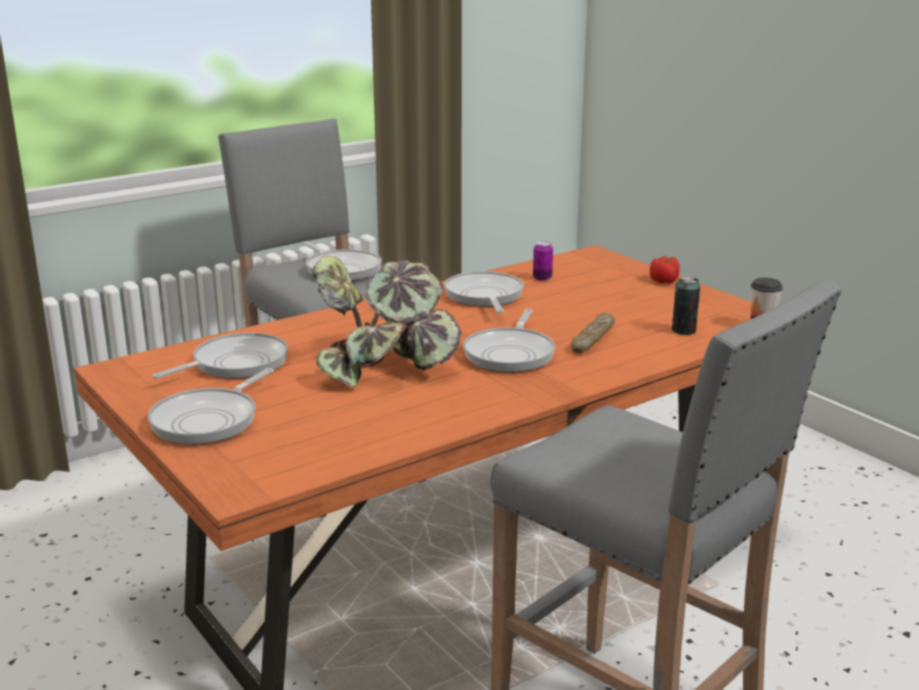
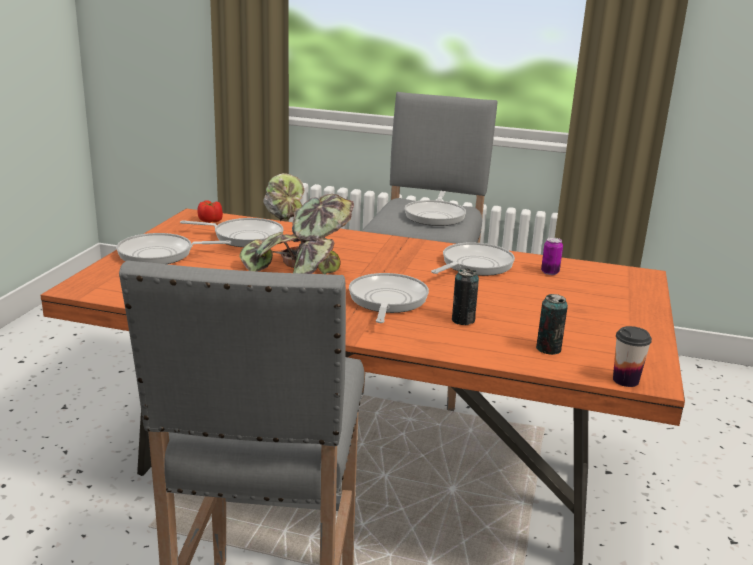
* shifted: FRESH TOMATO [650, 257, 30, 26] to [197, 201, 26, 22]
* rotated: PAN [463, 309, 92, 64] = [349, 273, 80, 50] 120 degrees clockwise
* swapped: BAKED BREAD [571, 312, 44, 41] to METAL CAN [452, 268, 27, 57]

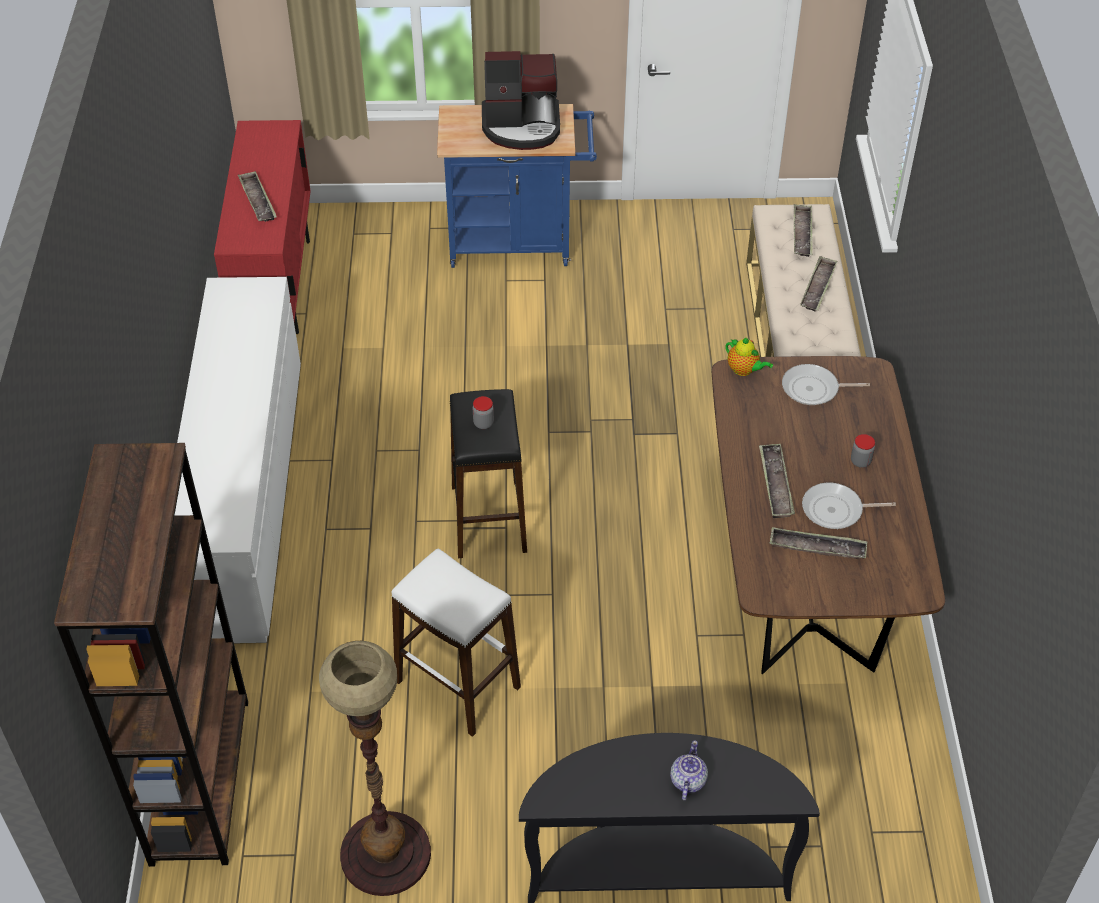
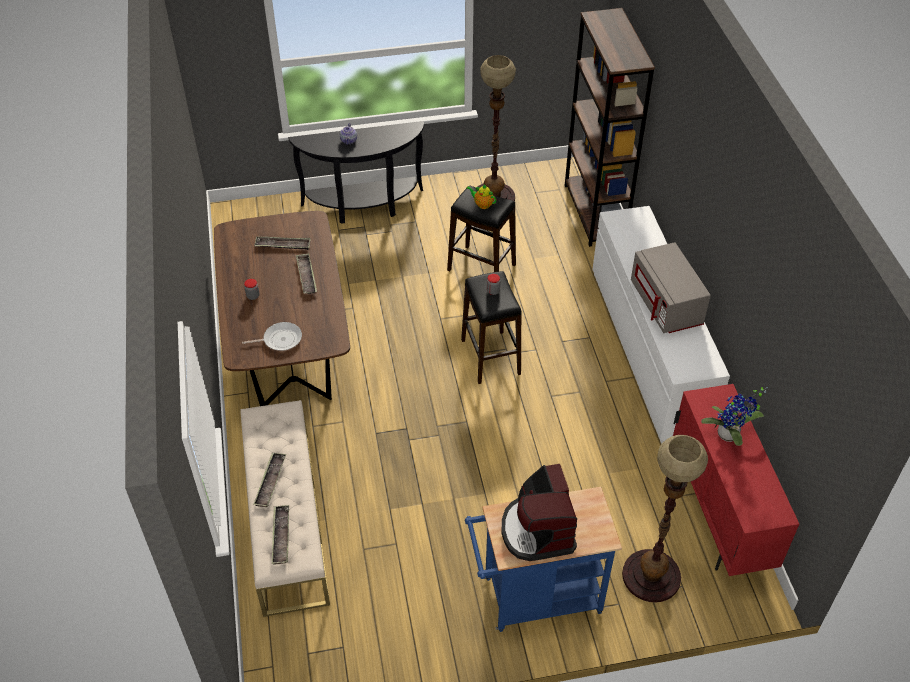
* repainted: WHITISH STOOL SEAT [392, 549, 129, 188] to BLACKISH STOOL SEAT [447, 186, 69, 86]
* shifted: TEAPOT [725, 338, 48, 38] to [467, 184, 29, 25]
* rotated: COFFEE BREWER [482, 51, 78, 99] = [502, 464, 75, 97] 90 degrees counterclockwise
* new: STANDING LAMP [622, 435, 86, 167]
* new: GREYISH MICROWAVE [631, 242, 80, 91]
* swapped: CARRYING TRAY [238, 171, 39, 51] to PLANT IN A POT [701, 387, 67, 59]
* gone: PAN [802, 482, 94, 47]

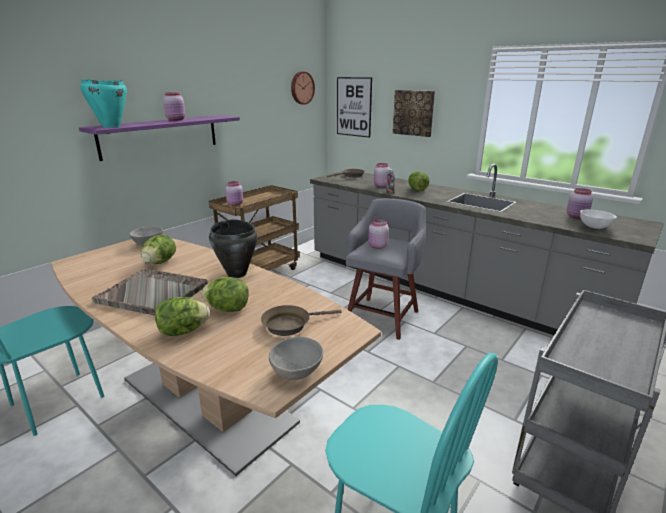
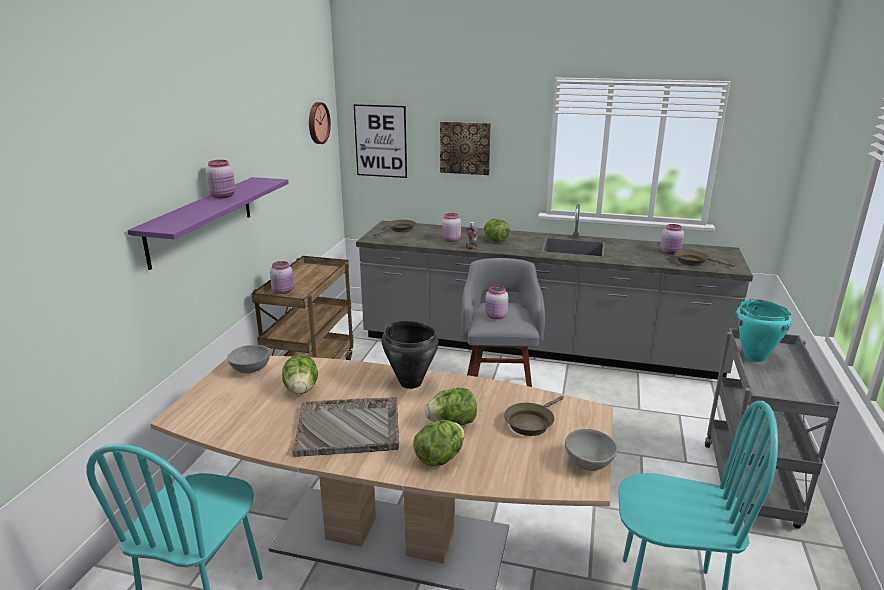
* swapped: WHITISH SERVING BOWL [580, 209, 37, 20] to BROWN-COLOURED PAN [675, 250, 60, 17]
* shifted: TURQUOISE STOCKPOT [80, 79, 47, 49] to [735, 299, 57, 63]

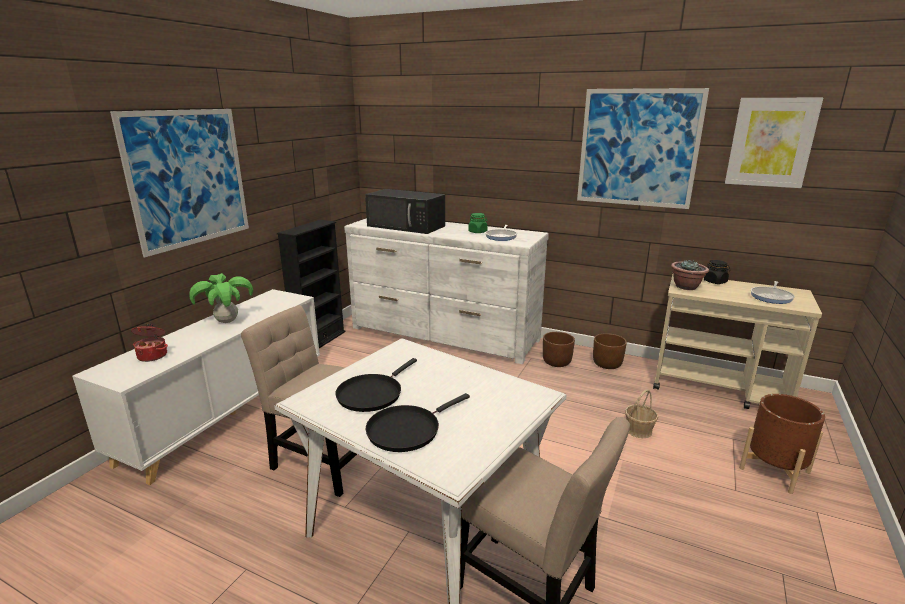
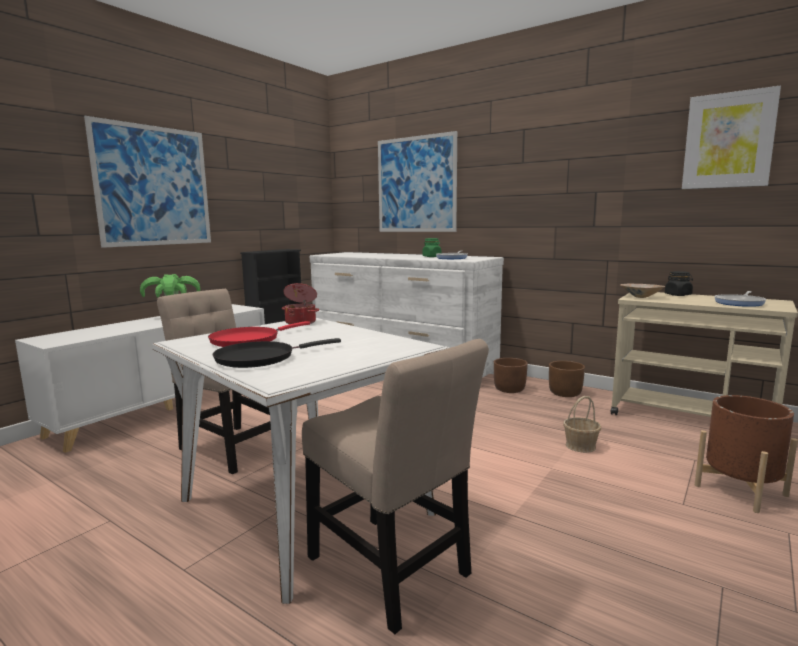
* repainted: BLACKISH PAN [335, 358, 82, 54] to RED PAN [208, 321, 102, 26]
* shifted: STOCKPOT [131, 324, 37, 38] to [282, 283, 37, 41]
* shifted: PICTURE [577, 88, 132, 121] to [378, 131, 79, 101]
* swapped: PLANT IN A POT [671, 260, 38, 30] to BEIGE SERVING BOWL [620, 284, 45, 14]
* gone: BLACKISH MICROWAVE [365, 189, 80, 45]

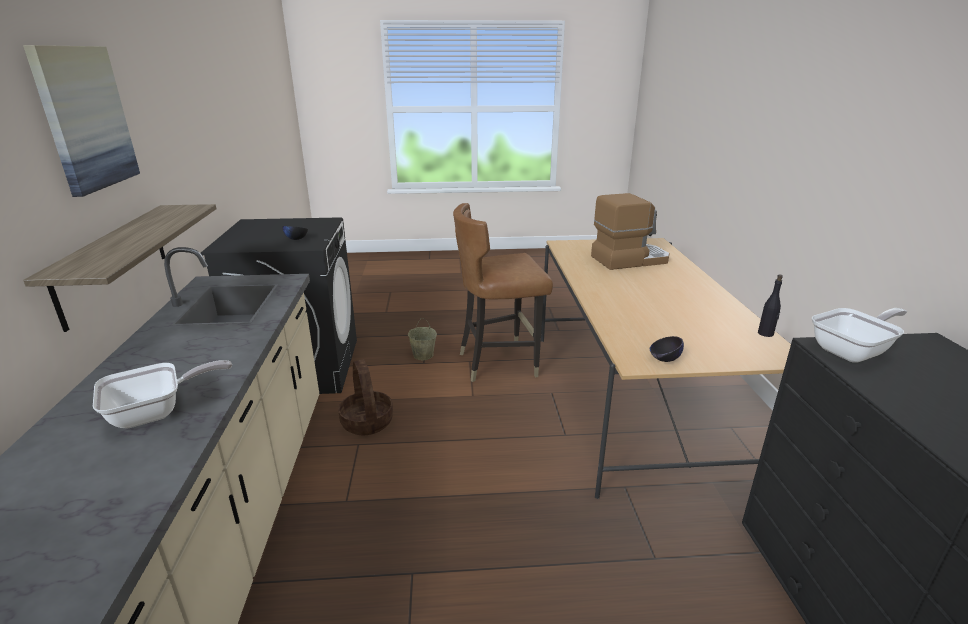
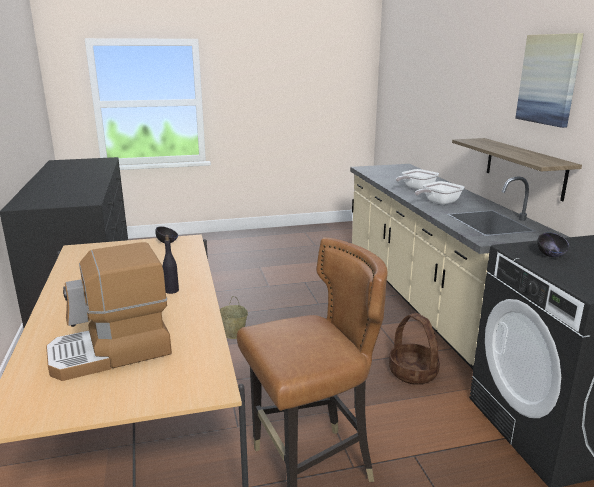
* shifted: BLACKISH DRINK BOTTLE [758, 274, 25, 63] to [163, 235, 16, 59]
* shifted: BEIGE BUCKET [408, 318, 29, 42] to [220, 296, 28, 43]
* shifted: PAN [812, 308, 95, 55] to [415, 181, 49, 24]

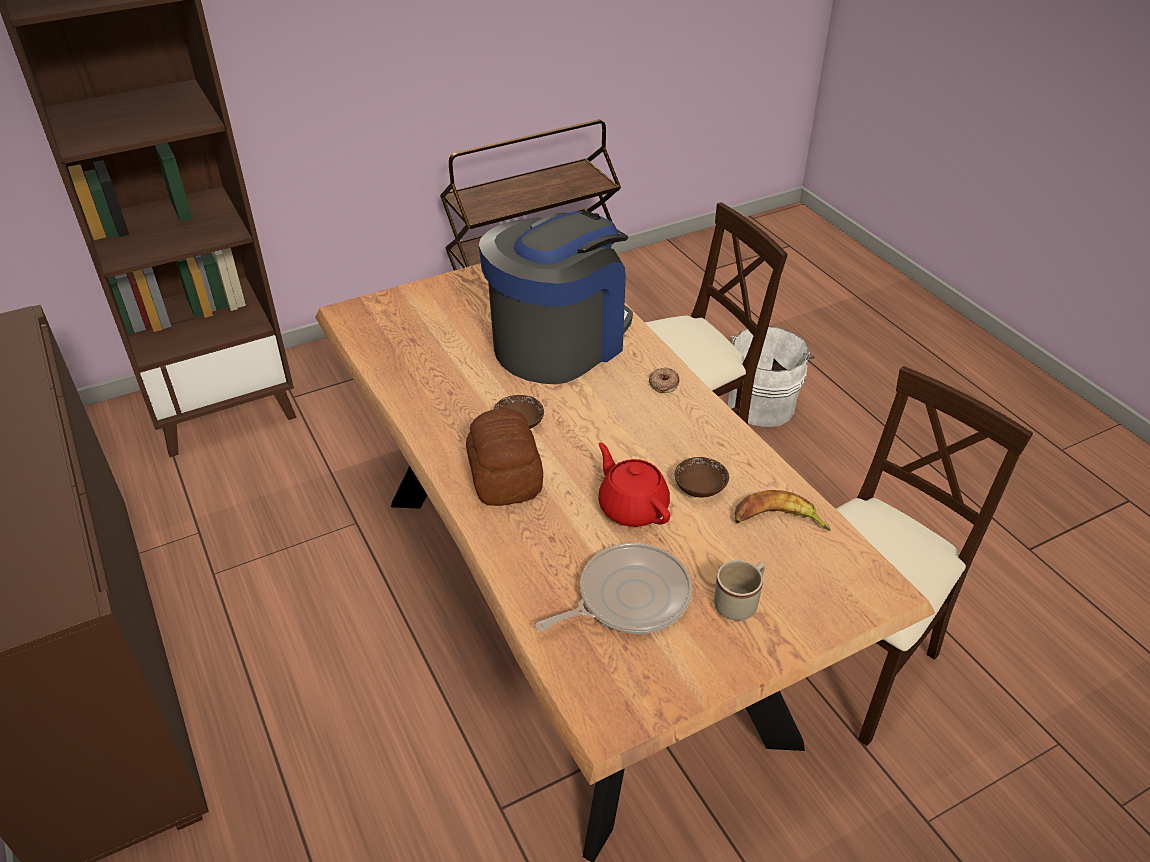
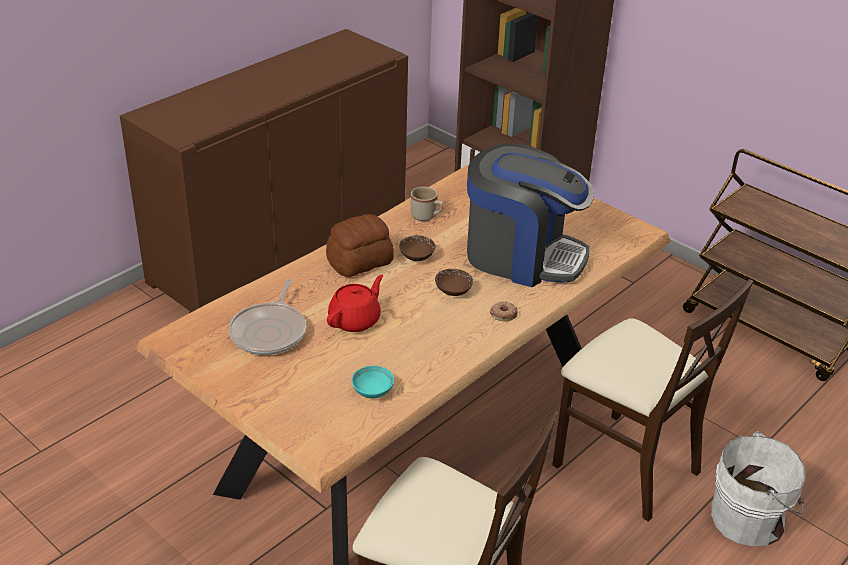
* rotated: PAN [535, 543, 157, 91] = [229, 279, 77, 76] 60 degrees clockwise
* swapped: WHOLE BANANA [735, 490, 96, 41] to TURQUOISE SERVING BOWL [351, 365, 43, 33]
* shifted: BEIGE TEA MUG [714, 560, 51, 61] to [411, 187, 32, 34]
* shifted: BROWN-COLOURED SERVING BOWL [675, 457, 54, 40] to [435, 269, 38, 27]

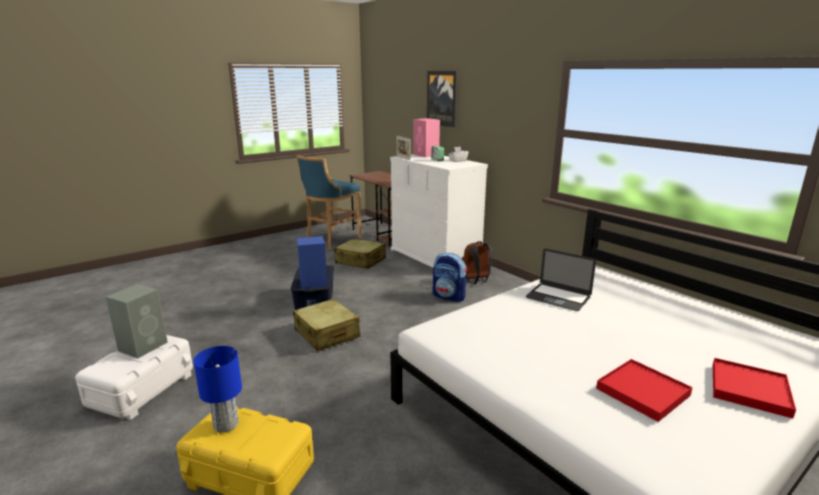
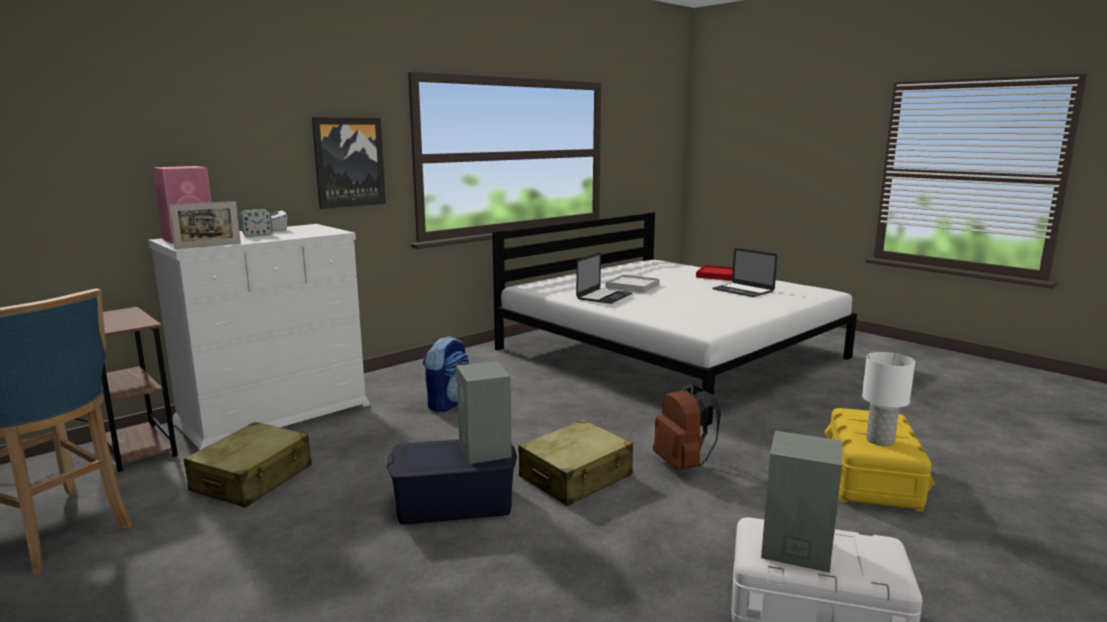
* shifted: PICTURE [427, 71, 30, 56] to [312, 117, 74, 92]
* repainted: BLUISH AUDIO SPEAKER [297, 236, 30, 53] to GREYISH AUDIO SPEAKER [456, 361, 56, 103]
* new: WHITISH CARRYING TRAY [606, 275, 53, 18]
* shifted: BROWN-COLOURED BACKPACK [462, 241, 31, 43] to [653, 384, 68, 86]
* swapped: RED CARRYING TRAY [596, 359, 97, 63] to PORTABLE COMPUTER [712, 248, 65, 49]
* repainted: BLUISH LAMP FOR A TABLE [193, 346, 49, 87] to WHITISH LAMP FOR A TABLE [862, 352, 53, 94]

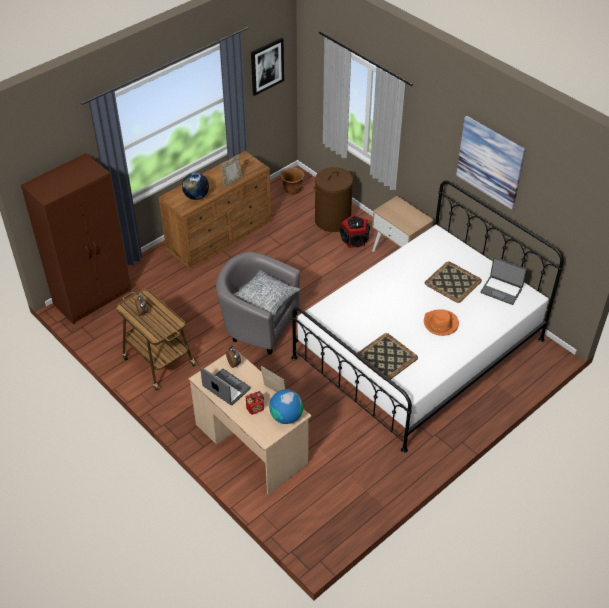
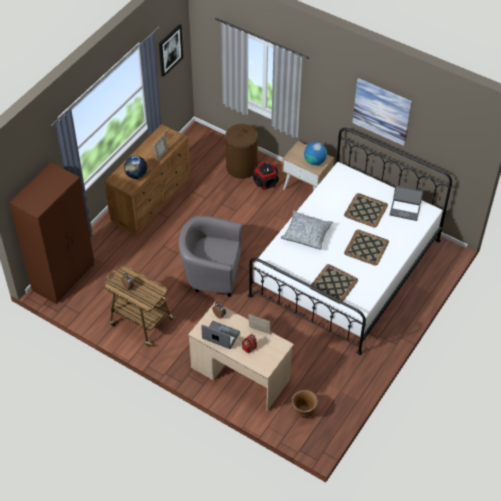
* shifted: PILLOW [233, 270, 67, 46] to [281, 211, 52, 39]
* shifted: BROWN-COLOURED FLOWER POT [280, 168, 24, 27] to [292, 390, 26, 28]
* shifted: DESK GLOBE [269, 389, 34, 35] to [304, 142, 23, 23]
* swapped: ORANGEY HAT [424, 309, 35, 27] to CARRYING TRAY [344, 230, 45, 36]

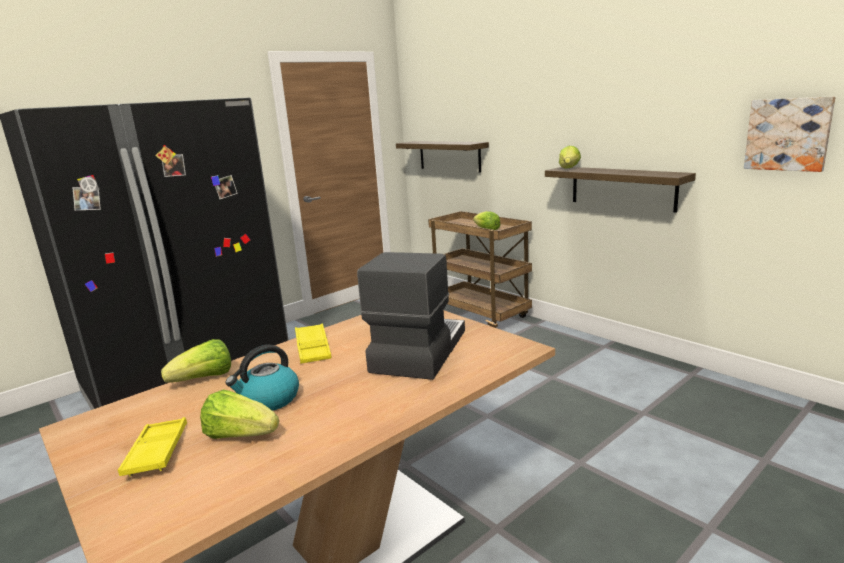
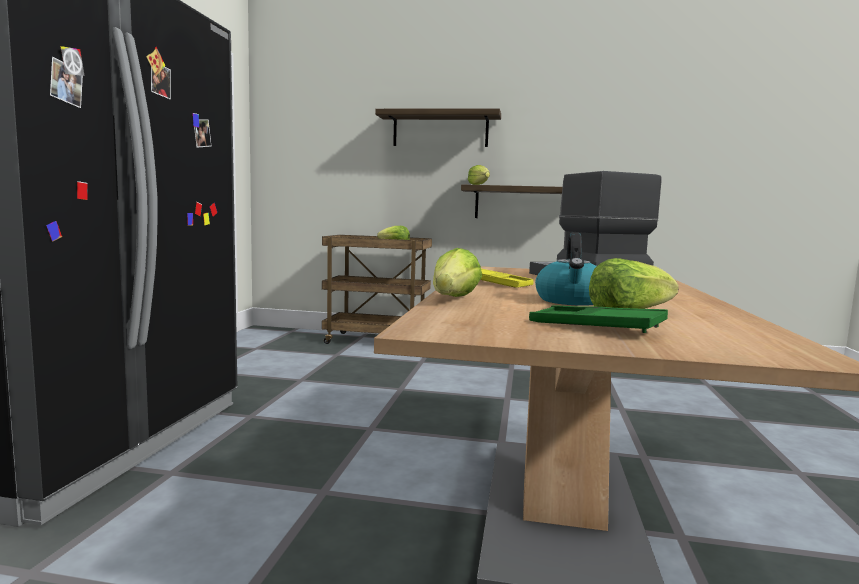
* shifted: WALL SHELF [396, 141, 93, 32] to [375, 109, 126, 38]
* repainted: YELLOWISH CARRYING TRAY [118, 417, 69, 60] to GREEN-COLOURED CARRYING TRAY [529, 305, 139, 28]
* gone: PICTURE [744, 96, 92, 76]

